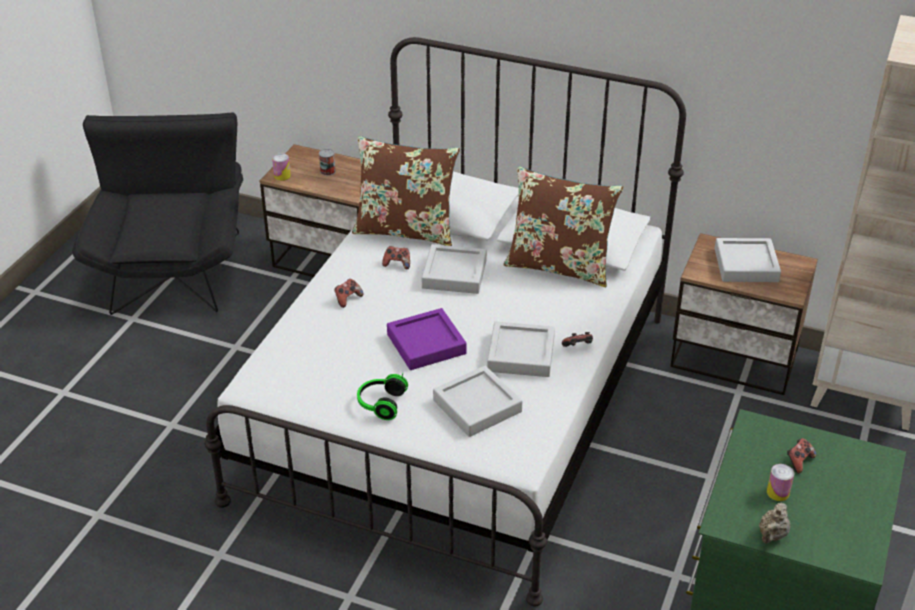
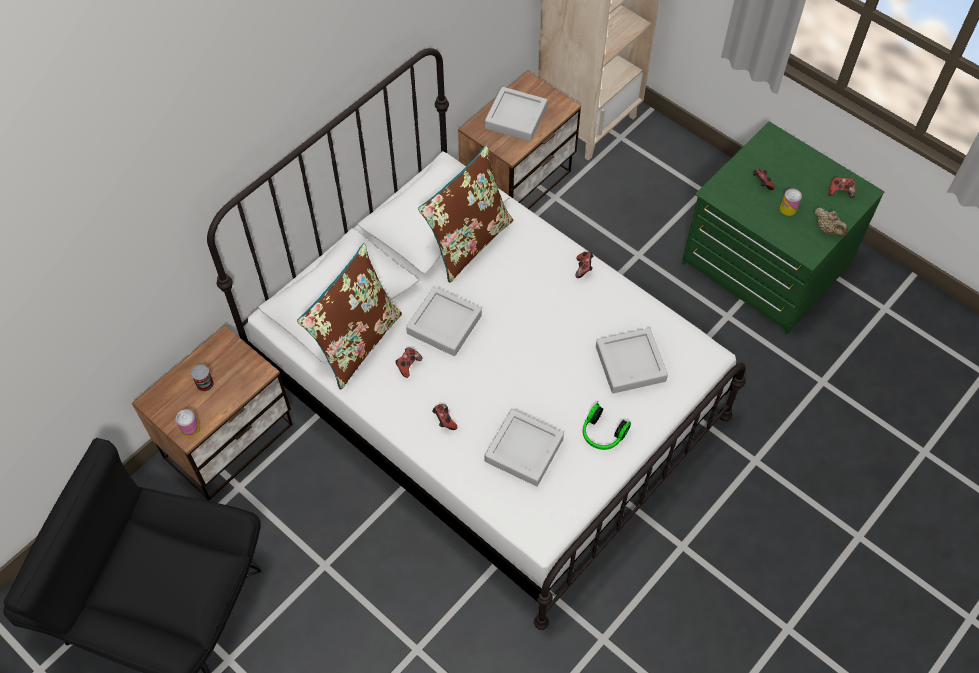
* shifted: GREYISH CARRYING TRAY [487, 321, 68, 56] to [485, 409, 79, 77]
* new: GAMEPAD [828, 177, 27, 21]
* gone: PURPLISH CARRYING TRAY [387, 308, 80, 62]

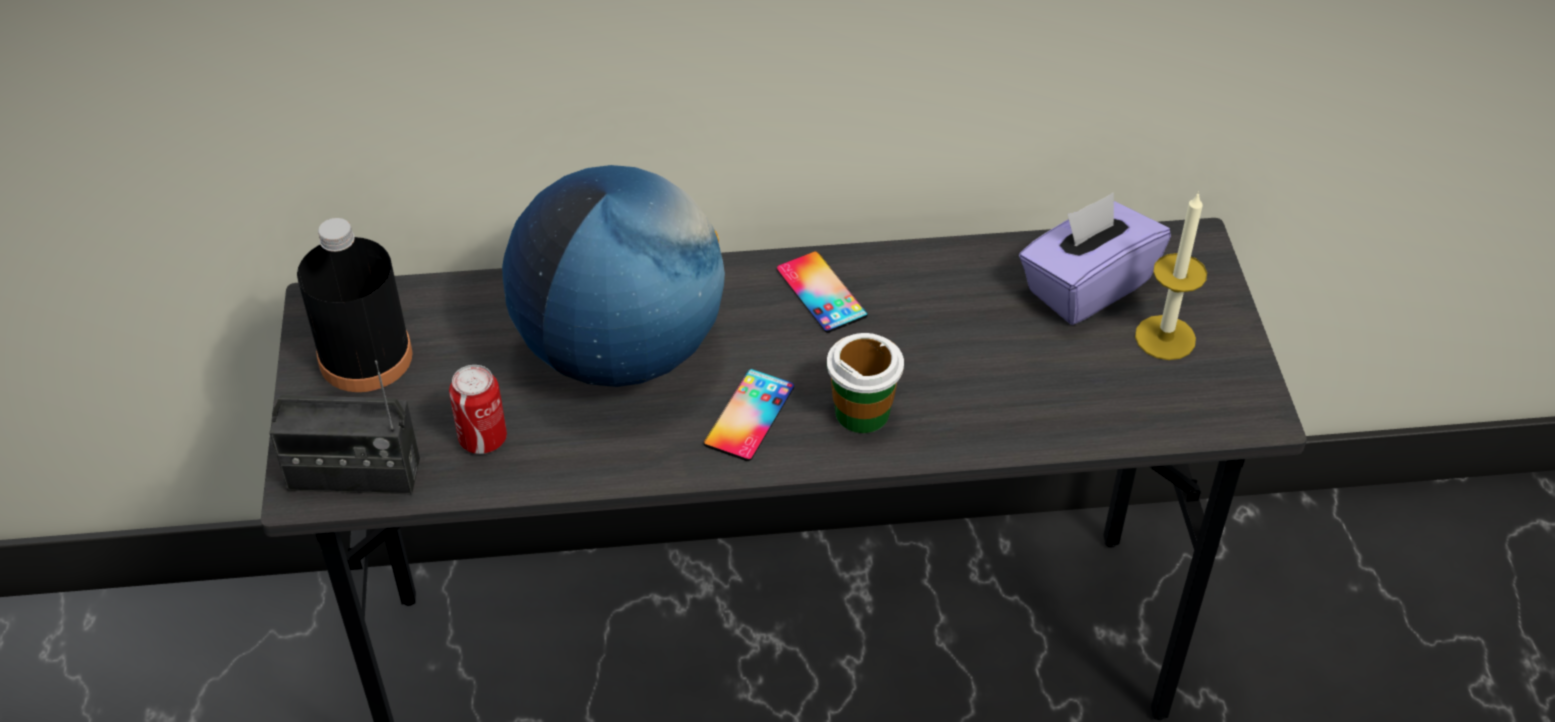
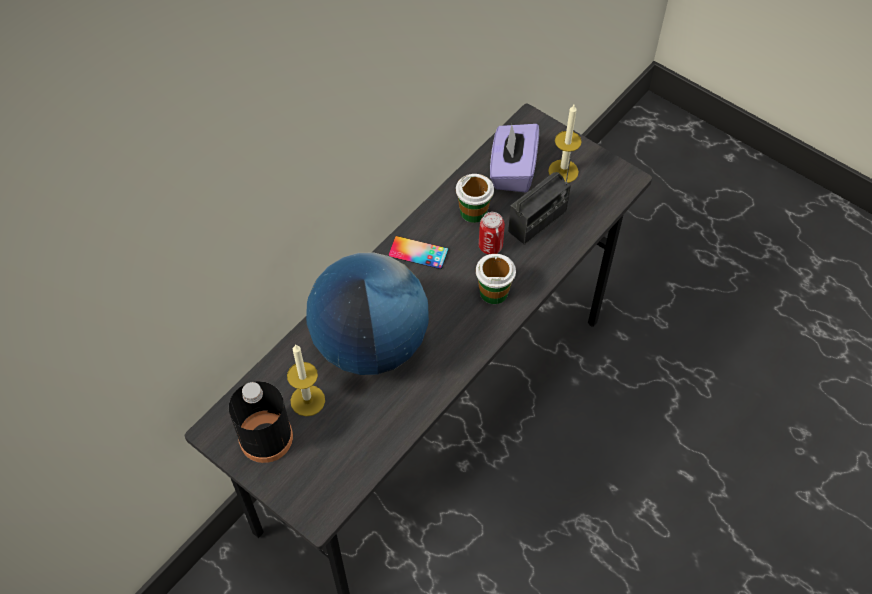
* new: WAX CANDLE [287, 344, 38, 72]
* new: SMALL CUP [456, 174, 38, 49]
* shifted: METAL CAN [449, 365, 58, 89] to [479, 212, 26, 42]
* shifted: RADIO [269, 360, 151, 134] to [508, 153, 63, 92]
* gone: TELEPHONE [703, 369, 91, 92]

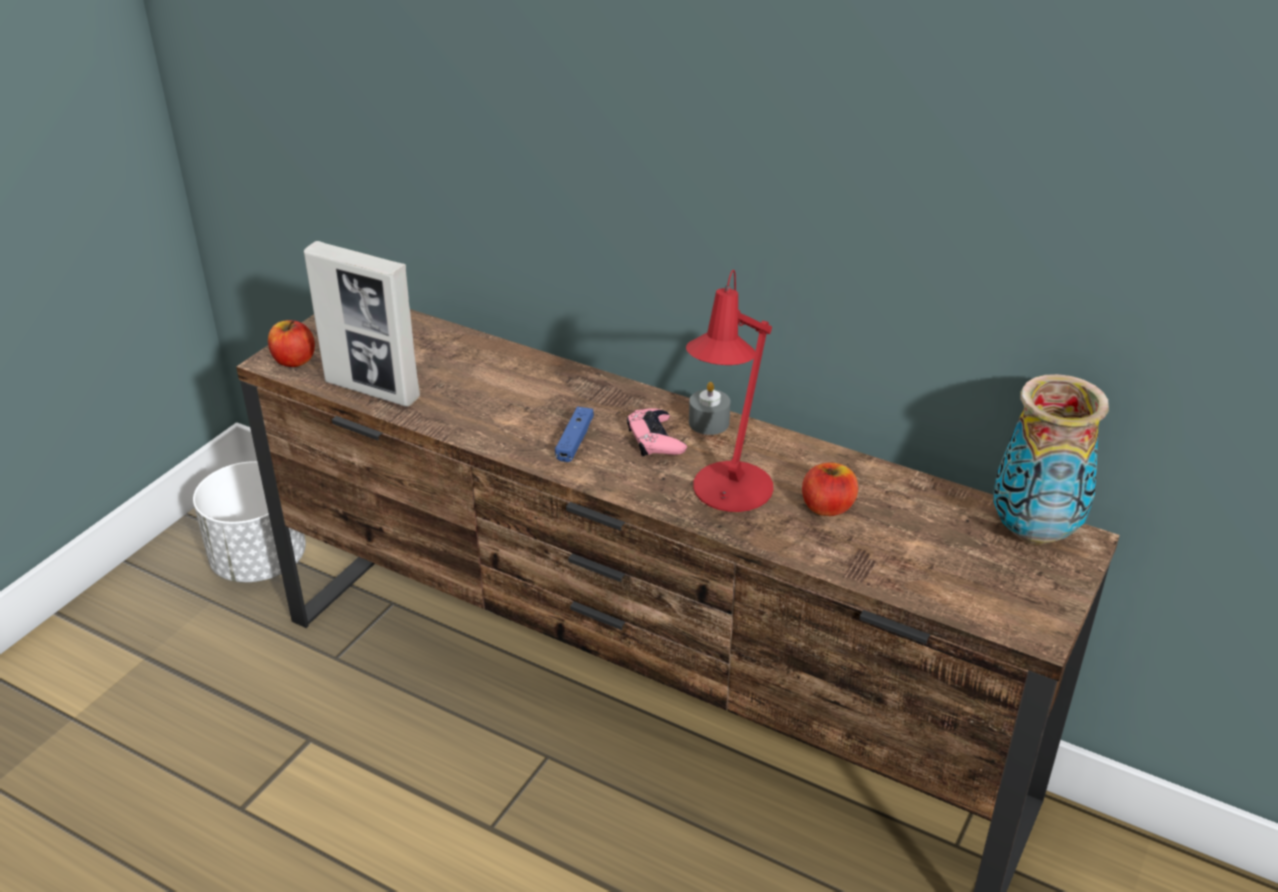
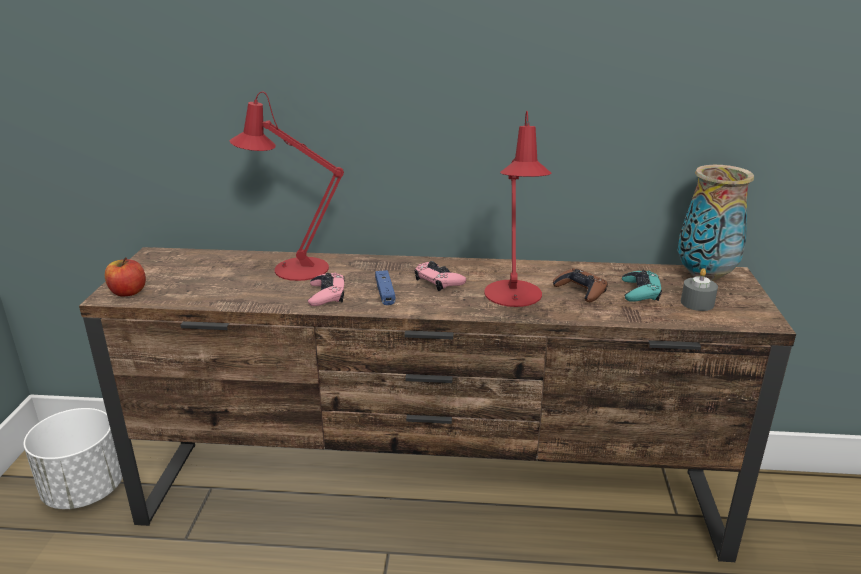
* new: RED LAMP FOR A TABLE [230, 92, 114, 189]
* new: PINK GAMEPAD [308, 272, 37, 34]
* swapped: APPLE FRUIT [802, 463, 56, 53] to BROWN-COLOURED GAMEPAD [553, 268, 55, 34]
* new: TURQUOISE GAMEPAD [622, 270, 40, 32]
* shifted: GREYISH WAX CANDLE [689, 382, 42, 53] to [681, 268, 37, 43]
* gone: PHOTO FRAME [304, 241, 116, 166]

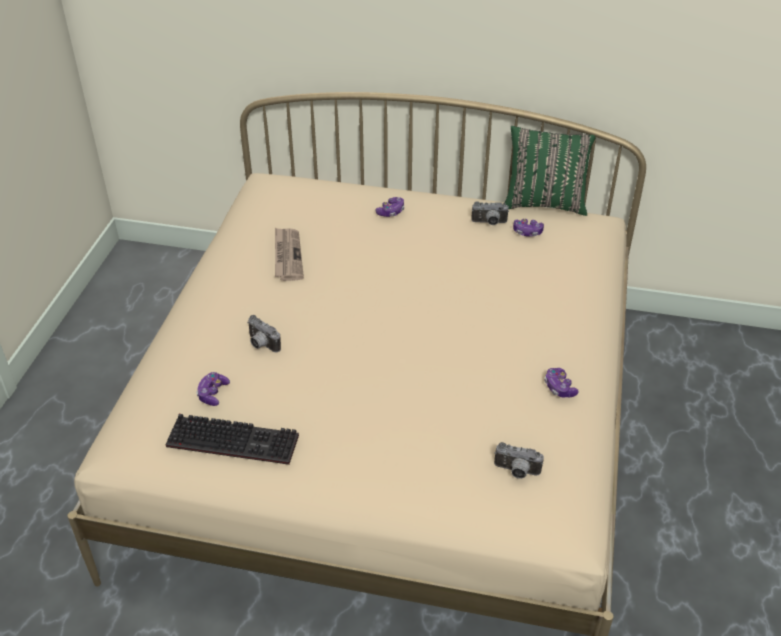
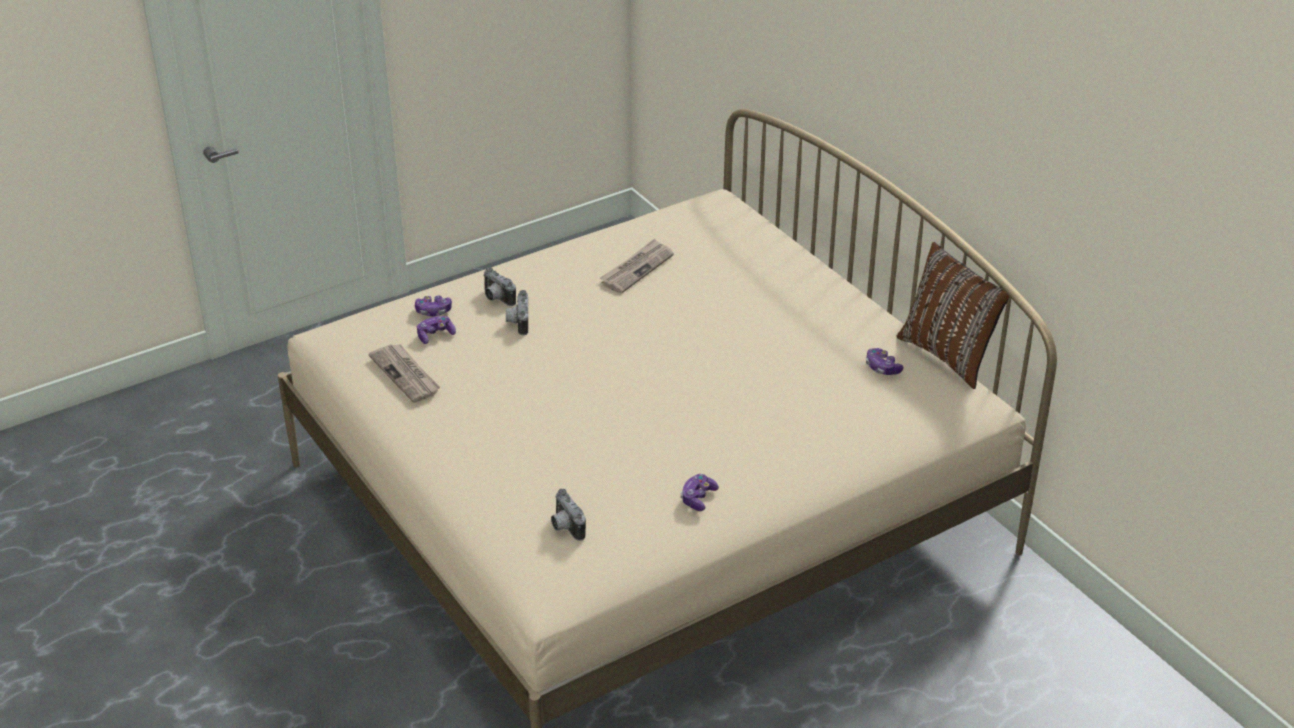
* swapped: PC KEYBOARD [165, 414, 134, 51] to PRINTED PAPER [368, 344, 72, 59]
* shifted: GAMEPAD [375, 197, 30, 20] to [415, 296, 37, 20]
* shifted: PHOTO CAMERA [471, 201, 38, 24] to [483, 267, 33, 39]
* repainted: GREEN-COLOURED PILLOW [505, 126, 91, 90] to BROWN-COLOURED PILLOW [897, 242, 112, 147]

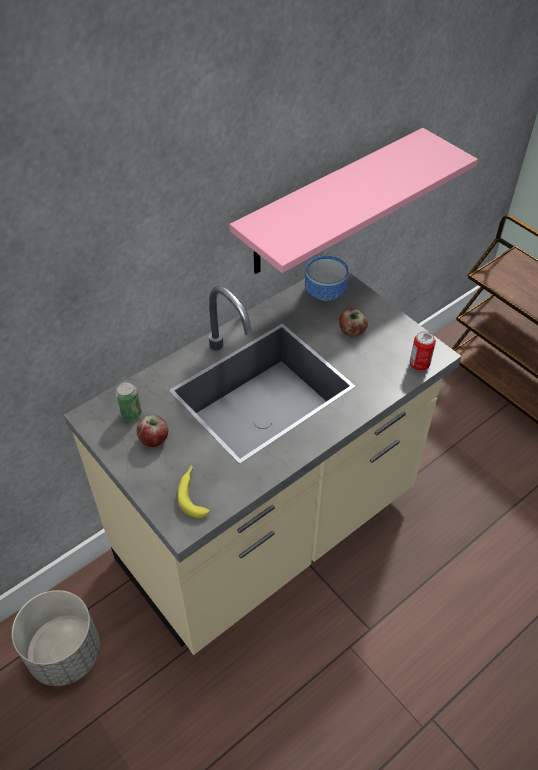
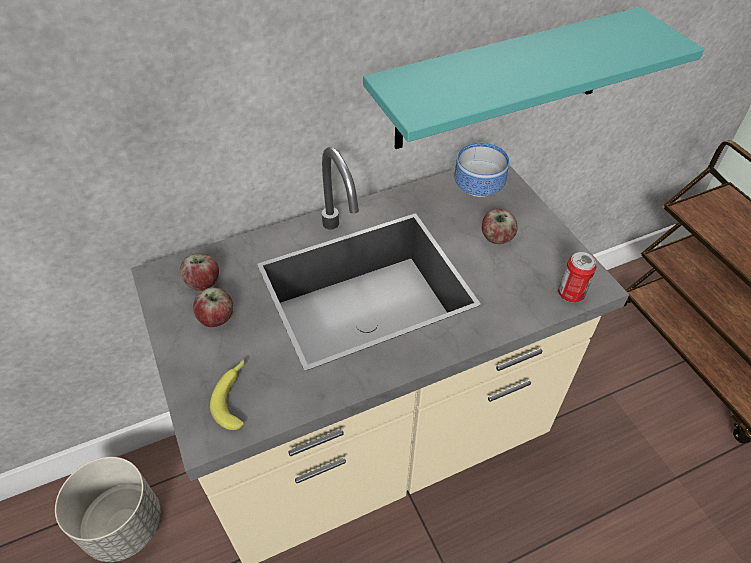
* swapped: METAL CAN [115, 381, 27, 40] to APPLE FRUIT [180, 254, 39, 37]
* repainted: PINK WALL SHELF [229, 128, 249, 146] to TURQUOISE WALL SHELF [363, 7, 341, 142]

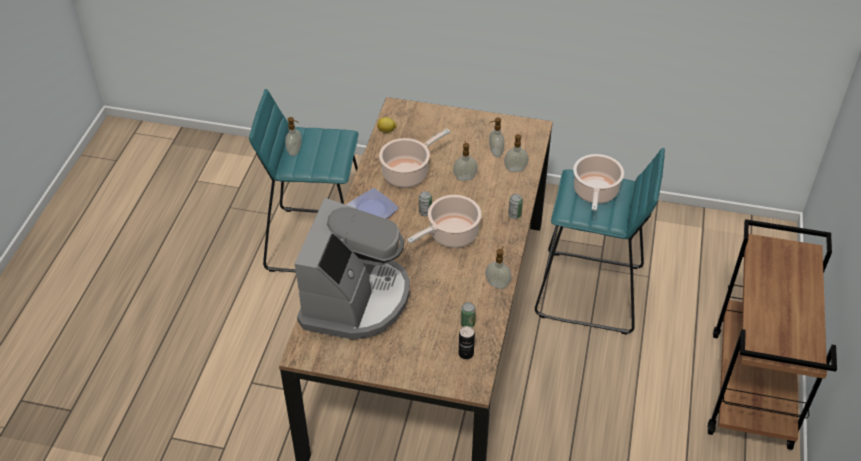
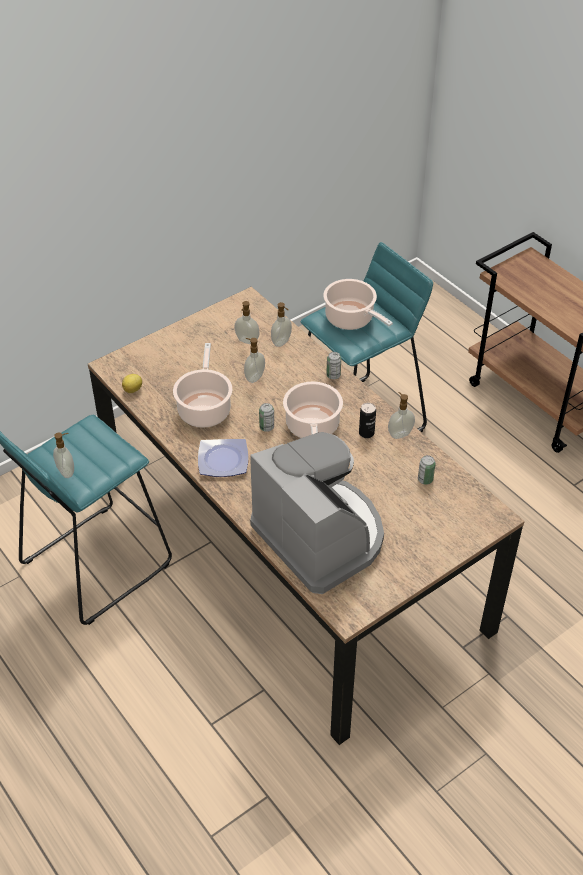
* shifted: METAL CAN [459, 326, 16, 33] to [359, 403, 17, 35]

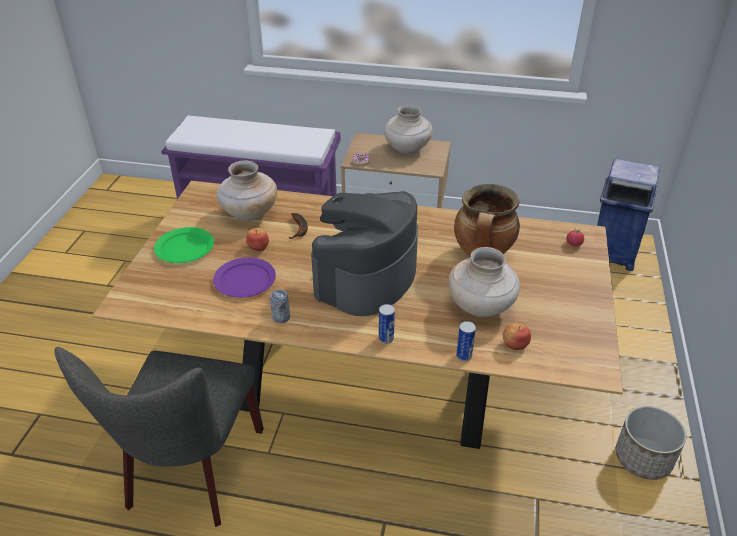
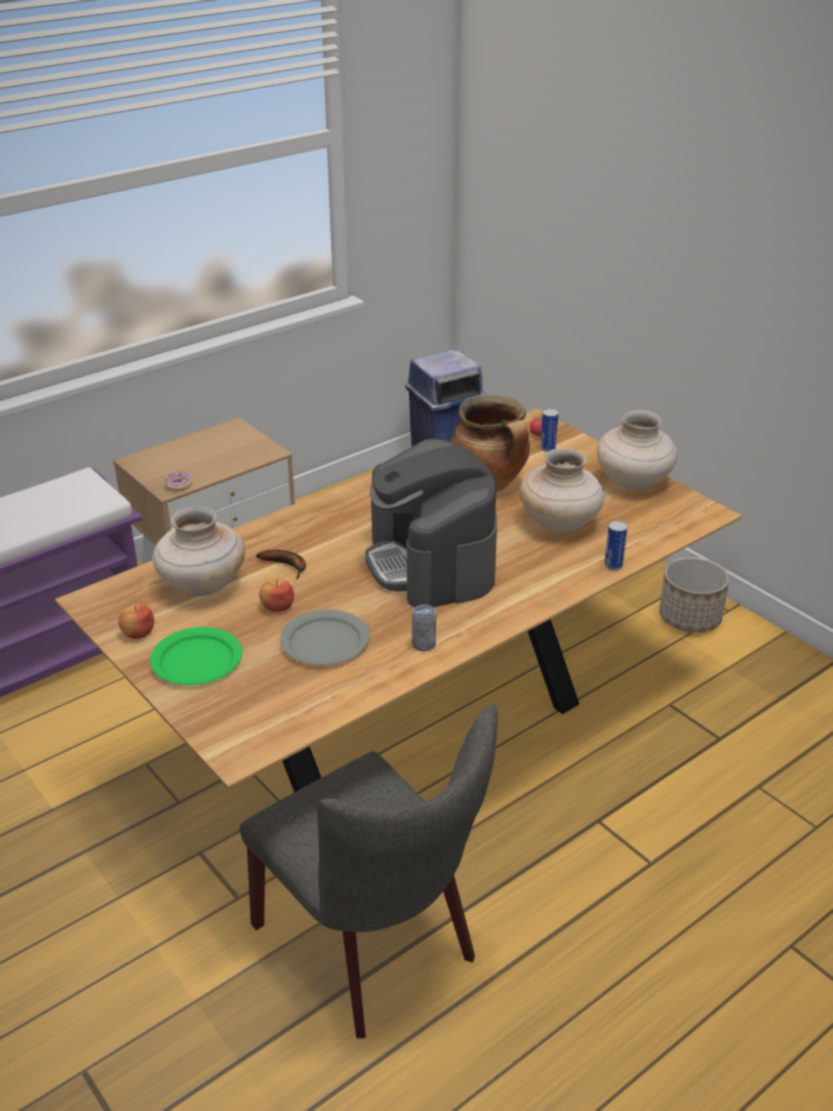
* shifted: APPLE FRUIT [503, 323, 28, 27] to [119, 604, 35, 35]
* repainted: PURPLISH FLAT DISH [213, 257, 63, 41] to GREYISH FLAT DISH [280, 610, 90, 55]
* shifted: METAL CAN [379, 304, 16, 40] to [540, 409, 19, 43]
* shifted: BEIGE FLOWER VASE [384, 105, 49, 49] to [597, 410, 80, 80]

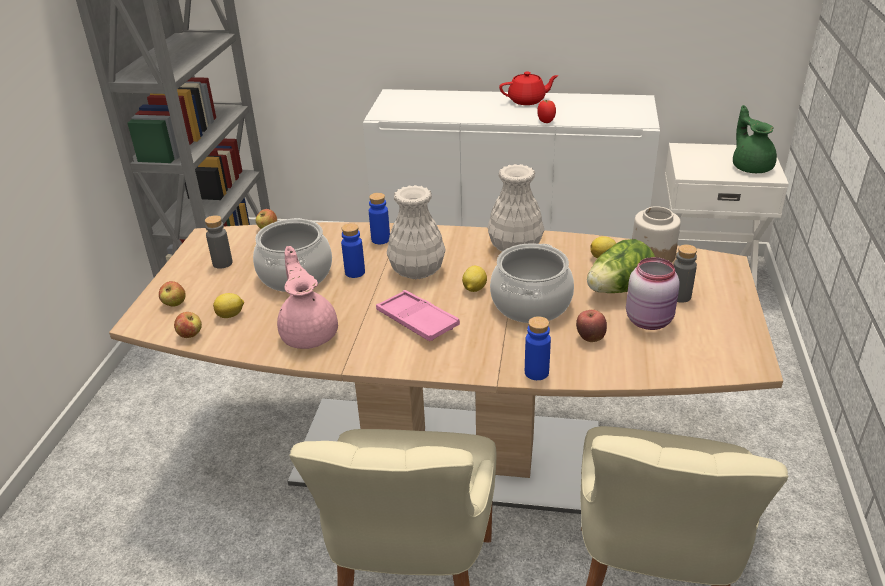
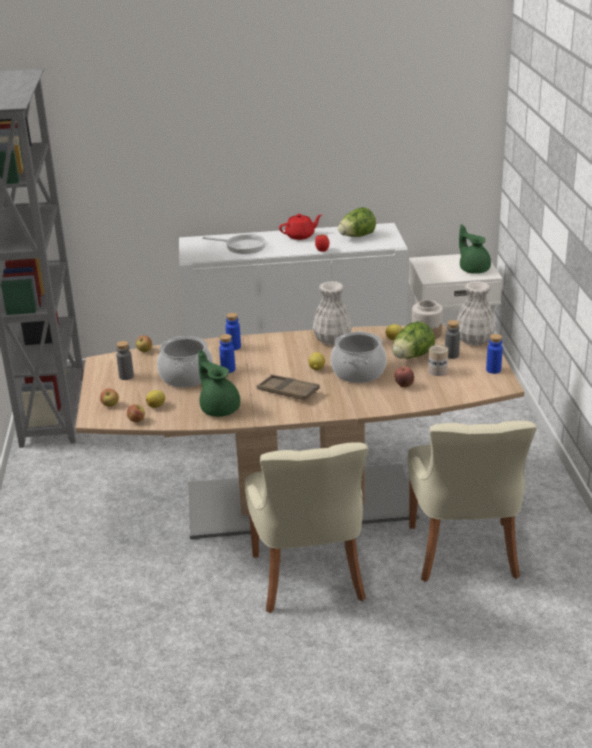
* repainted: PINK TEAPOT [277, 246, 61, 103] to GREEN-COLOURED TEAPOT [198, 350, 42, 67]
* new: PAN [202, 234, 66, 20]
* repainted: PINK CARRYING TRAY [376, 290, 84, 51] to BROWN-COLOURED CARRYING TRAY [257, 374, 63, 26]
* new: LETTUCE [338, 207, 38, 30]
* swapped: PINK PRESERVE JAR [626, 257, 54, 73] to METAL CAN [428, 345, 20, 31]
* shifted: WHITISH FLOWER VASE [387, 185, 59, 94] to [457, 281, 39, 65]
* shifted: BLUISH DRINK BOTTLE [525, 316, 26, 64] to [486, 334, 17, 40]

